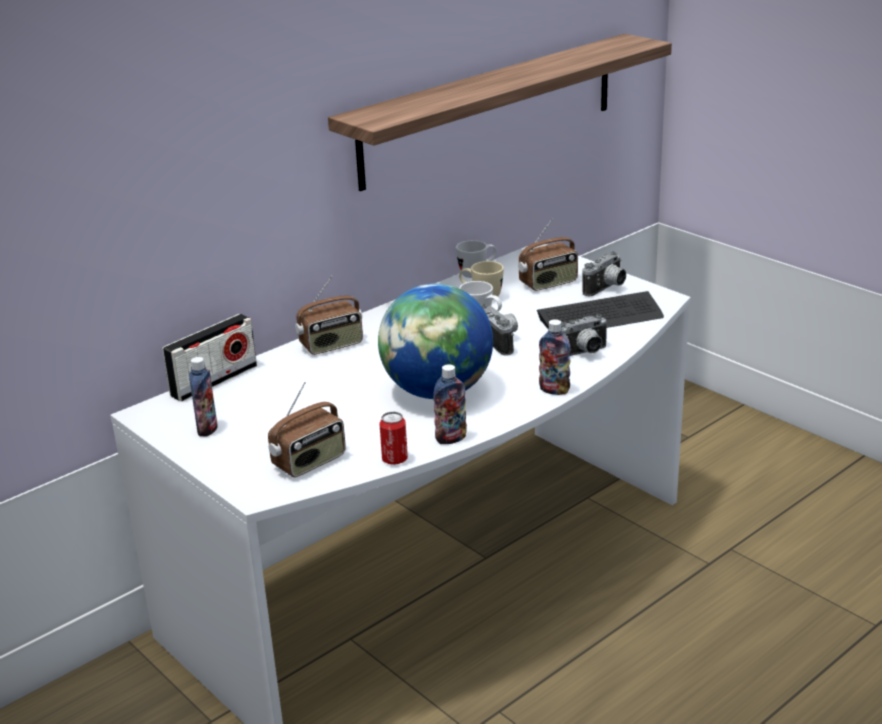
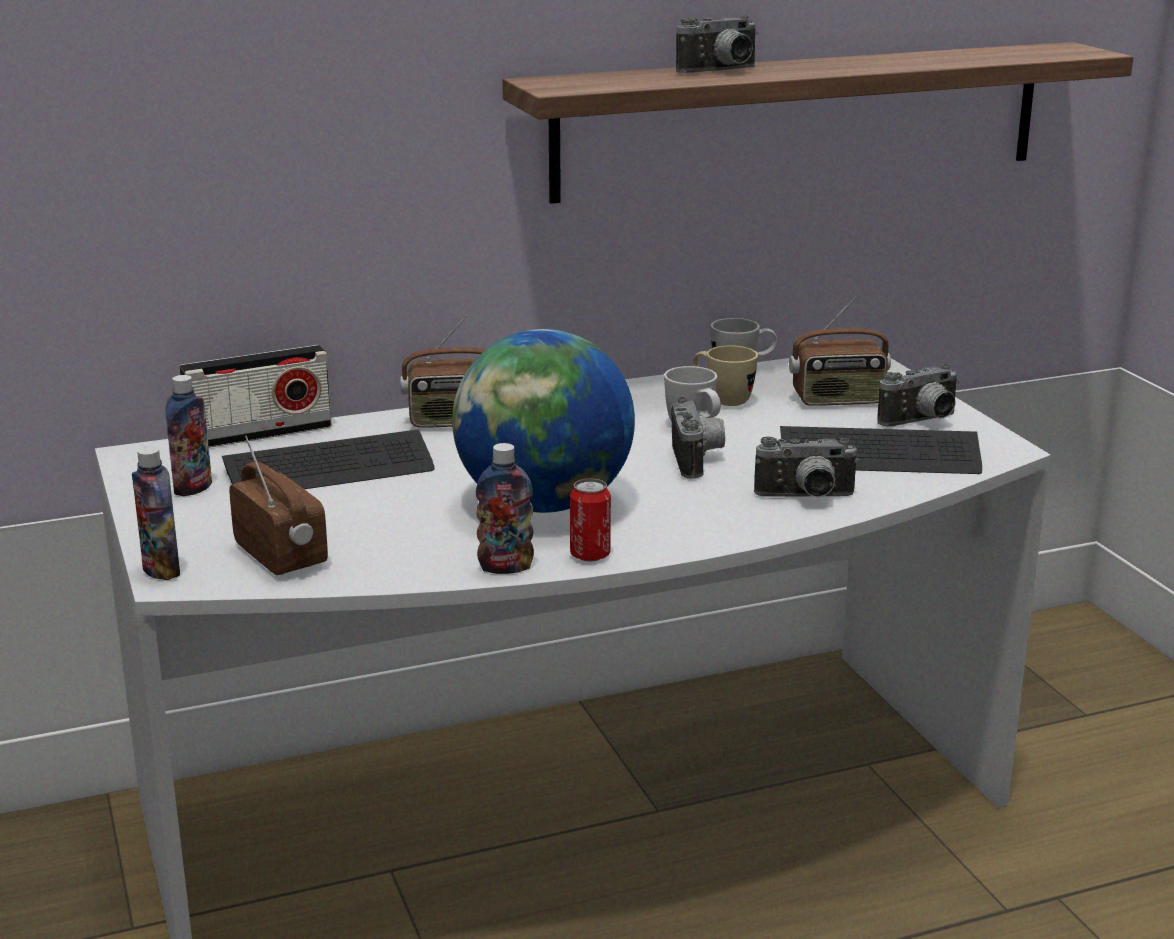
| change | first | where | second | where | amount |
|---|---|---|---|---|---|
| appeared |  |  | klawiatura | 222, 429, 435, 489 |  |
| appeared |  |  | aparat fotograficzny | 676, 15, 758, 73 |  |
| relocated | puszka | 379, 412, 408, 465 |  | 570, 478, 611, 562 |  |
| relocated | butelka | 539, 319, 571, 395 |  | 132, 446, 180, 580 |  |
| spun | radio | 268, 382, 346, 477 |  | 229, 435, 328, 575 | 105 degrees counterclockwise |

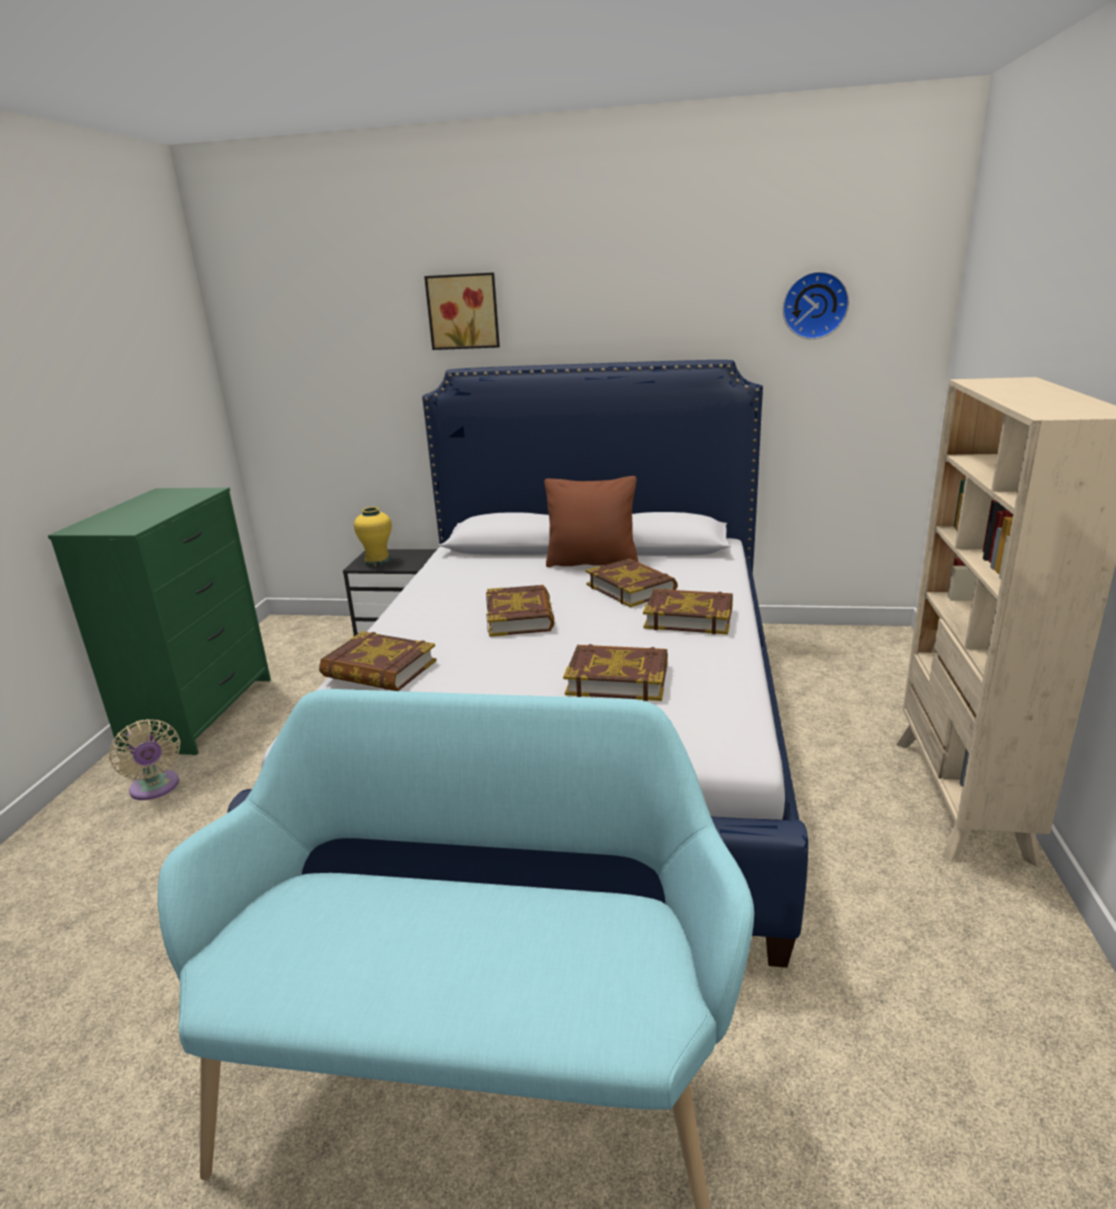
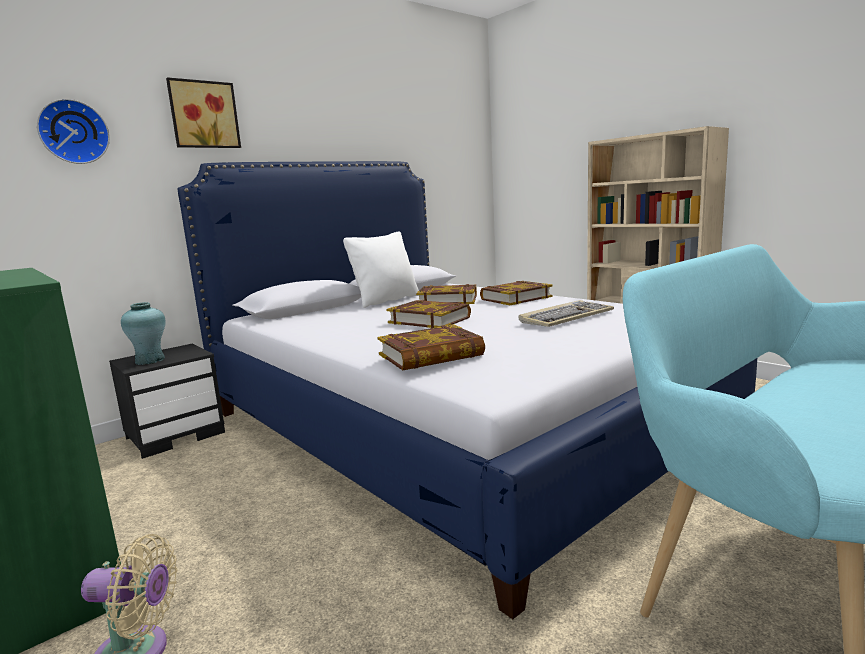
| change | first | where | second | where | amount |
|---|---|---|---|---|---|
| relocated | zegar ścienny | 783, 271, 849, 339 |  | 37, 99, 110, 164 |  |
| exchanged | książka | 563, 644, 667, 701 | klawiatura | 518, 300, 614, 327 |  |
| colour | wazon [żółty] | 354, 507, 392, 566 | wazon [turkusowy] | 121, 302, 166, 365 |  |
| colour | poduszka [brązowy] | 544, 476, 638, 567 | poduszka [biały] | 343, 231, 419, 308 |  |

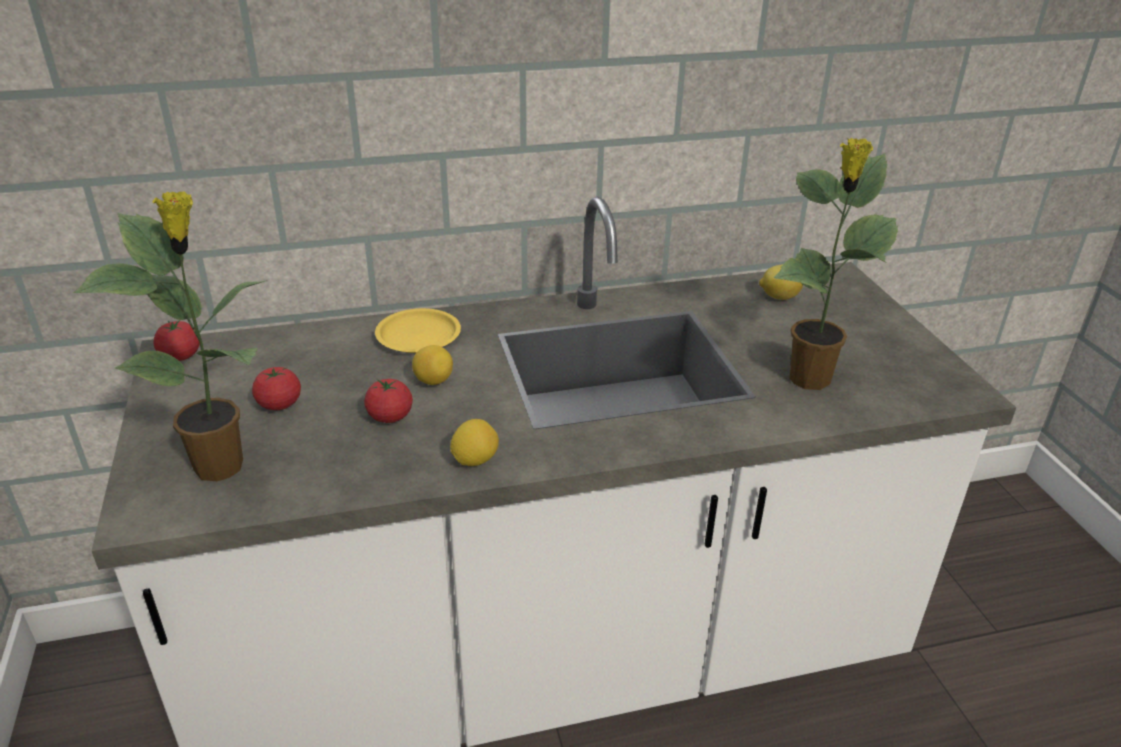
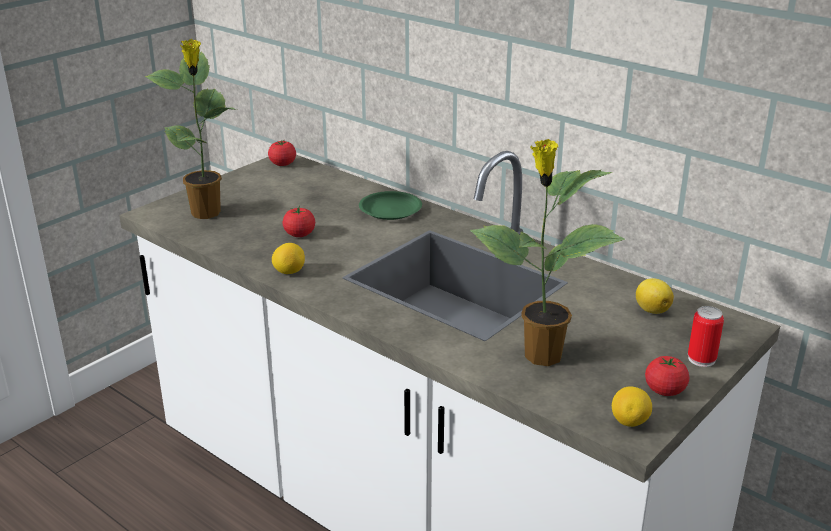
| change | first | where | second | where | amount |
|---|---|---|---|---|---|
| appeared |  |  | puszka | 688, 306, 724, 367 |  |
| relocated | pomidor | 252, 367, 301, 410 |  | 645, 356, 689, 396 |  |
| relocated | cytryna | 412, 345, 453, 385 |  | 612, 387, 652, 427 |  |
| colour | talerz [żółty] | 375, 308, 461, 353 | talerz [zielony] | 359, 191, 422, 220 |  |

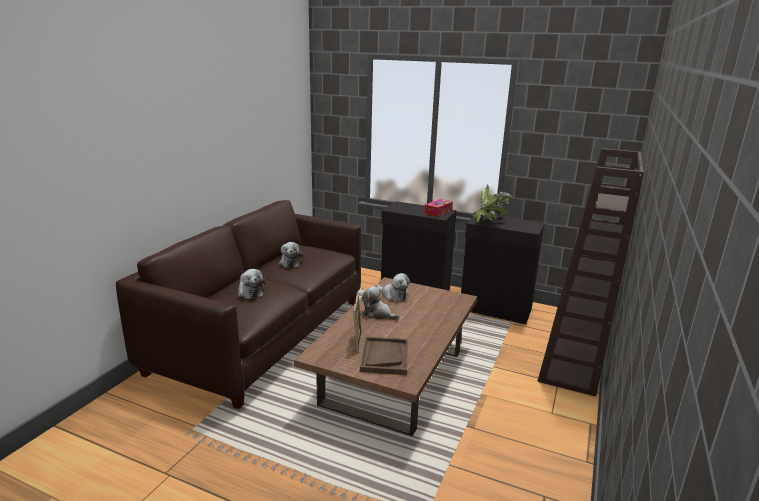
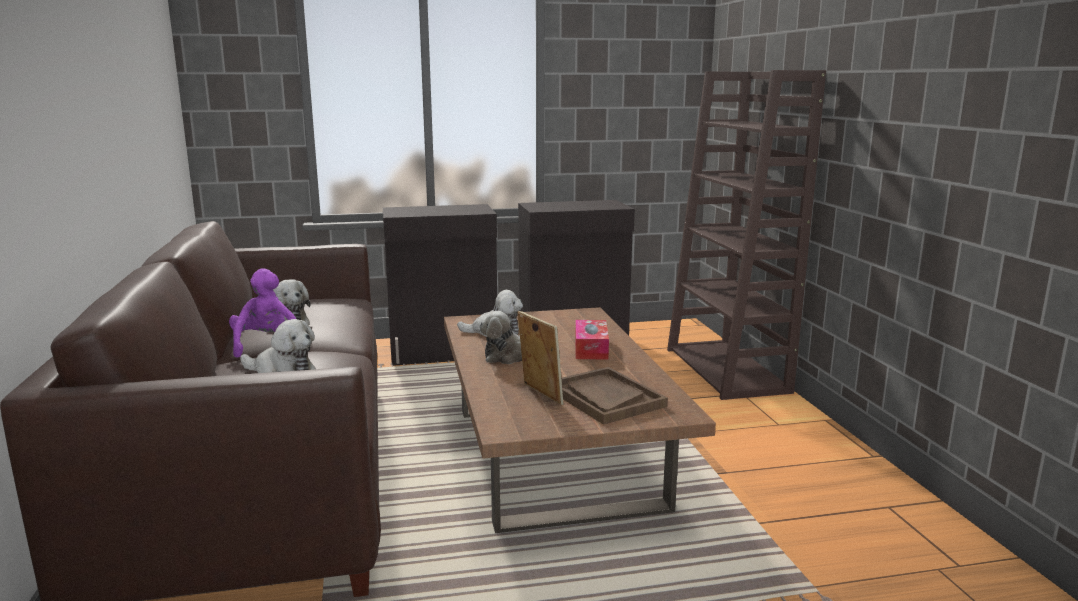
| change | first | where | second | where | amount |
|---|---|---|---|---|---|
| missing | roślina doniczkowa | 472, 185, 512, 222 |  |  |  |
| appeared |  |  | pluszak [fioletowy] | 229, 268, 296, 358 |  |
| relocated | pudełko chusteczek | 424, 199, 453, 217 |  | 575, 320, 609, 360 |  |

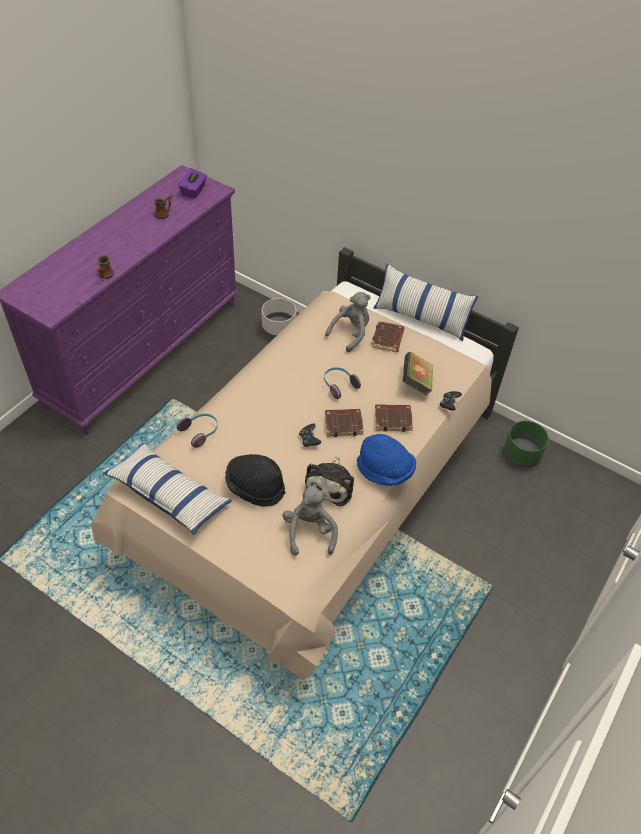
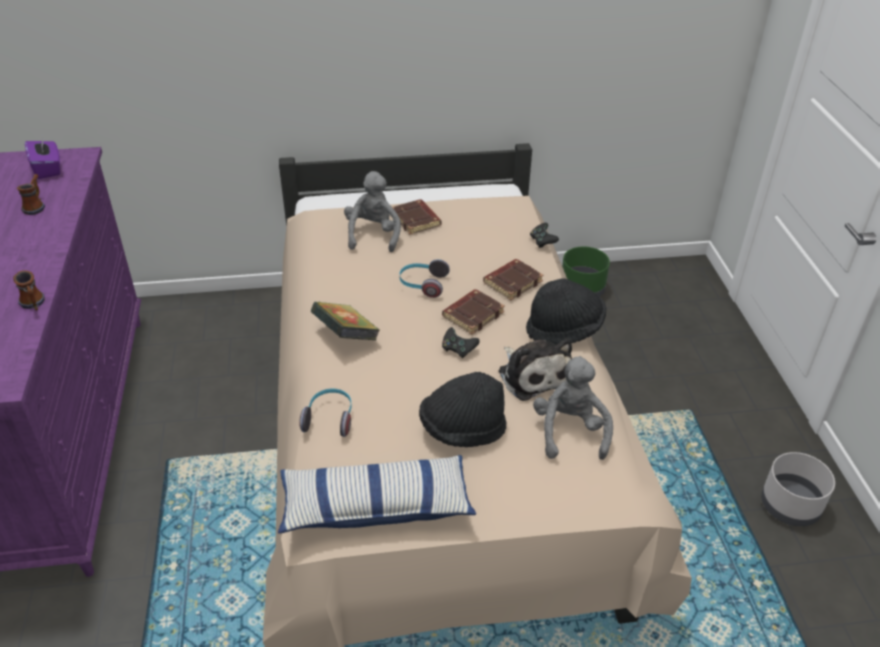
| change | first | where | second | where | amount |
|---|---|---|---|---|---|
| missing | poduszka | 374, 263, 478, 341 |  |  |  |
| relocated | donica [szary] | 262, 298, 296, 339 |  | 761, 452, 835, 526 |  |
| relocated | książka | 403, 352, 433, 396 |  | 311, 302, 380, 340 |  |
| colour | kapelusz [niebieski] | 357, 434, 416, 486 | kapelusz [czarny] | 526, 278, 607, 345 |  |
| spun | pluszak [szary] | 283, 484, 338, 556 |  | 533, 356, 613, 460 | 45 degrees clockwise |

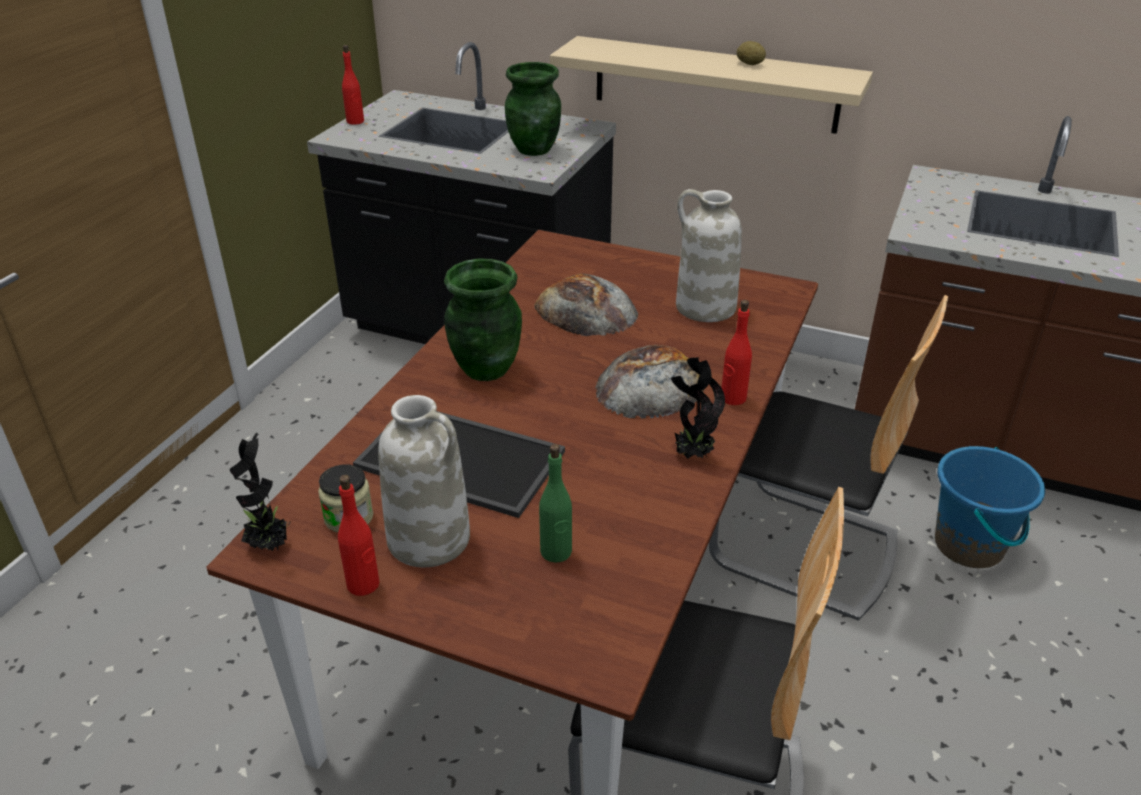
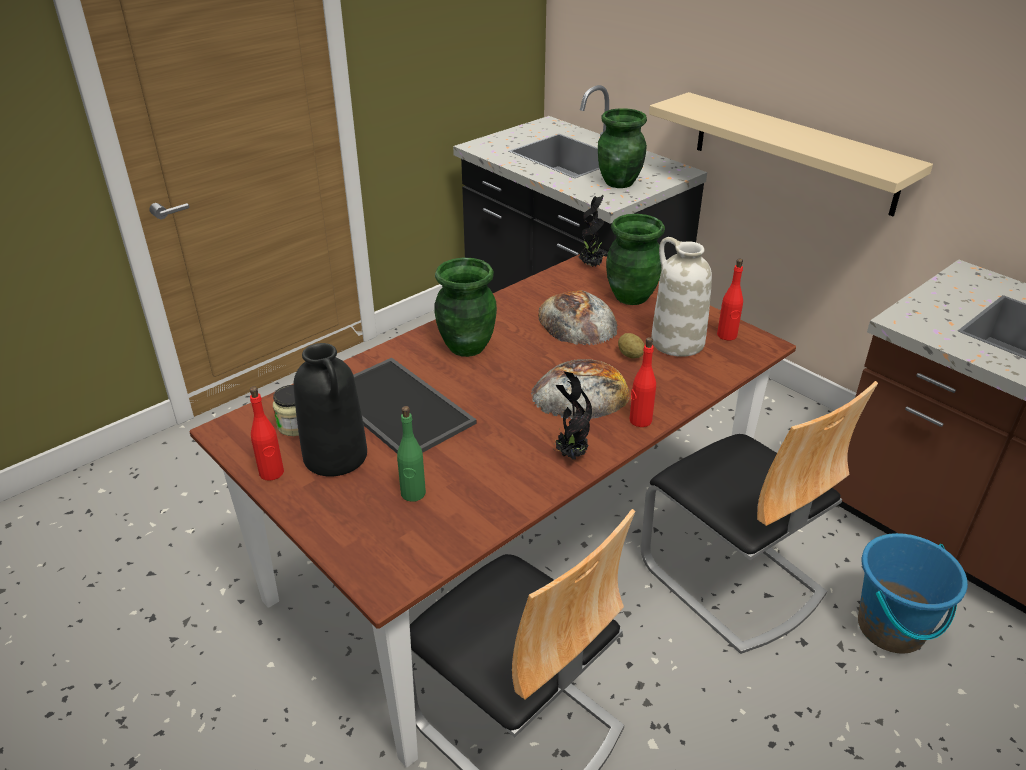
| change | first | where | second | where | amount |
|---|---|---|---|---|---|
| appeared |  |  | wazon [zielony] | 606, 214, 665, 305 |  |
| relocated | roślina doniczkowa | 230, 432, 291, 551 |  | 578, 195, 606, 267 |  |
| relocated | butelka [czerwony] | 342, 45, 364, 125 |  | 717, 259, 743, 340 |  |
| relocated | ziemniak | 736, 41, 766, 65 |  | 618, 333, 644, 358 |  |
| colour | wazon [biały] | 378, 395, 470, 567 | wazon [czarny] | 293, 343, 367, 477 |  |

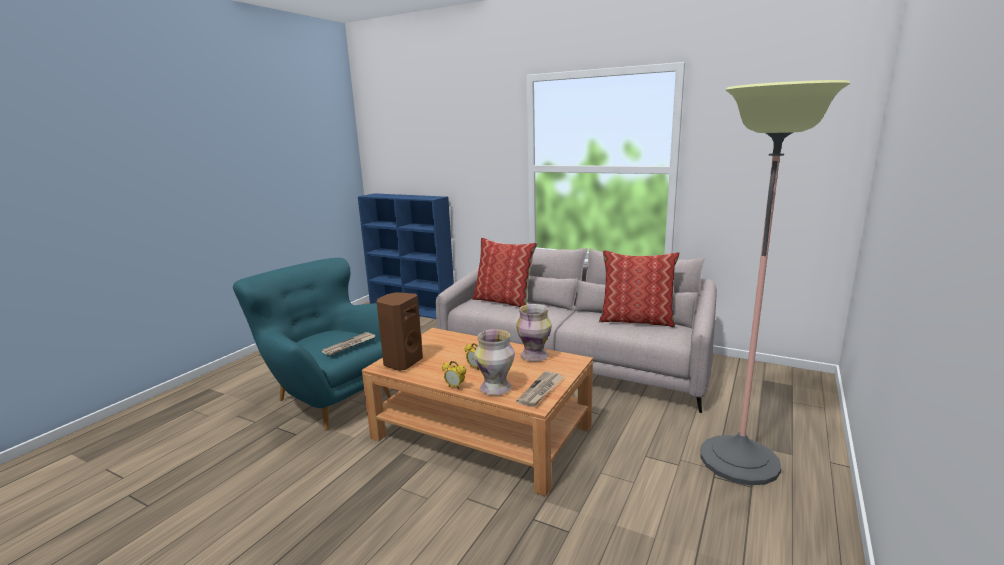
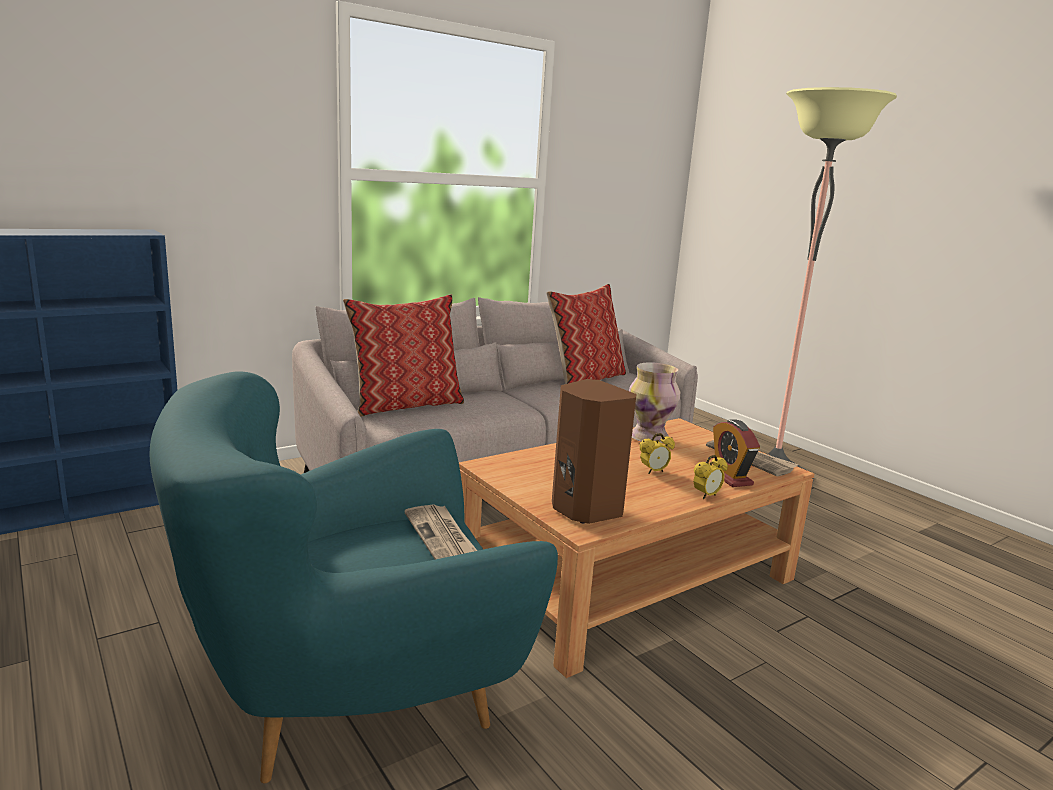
| change | first | where | second | where | amount |
|---|---|---|---|---|---|
| exchanged | wazon | 475, 329, 515, 395 | budzik | 713, 419, 760, 487 |  |

